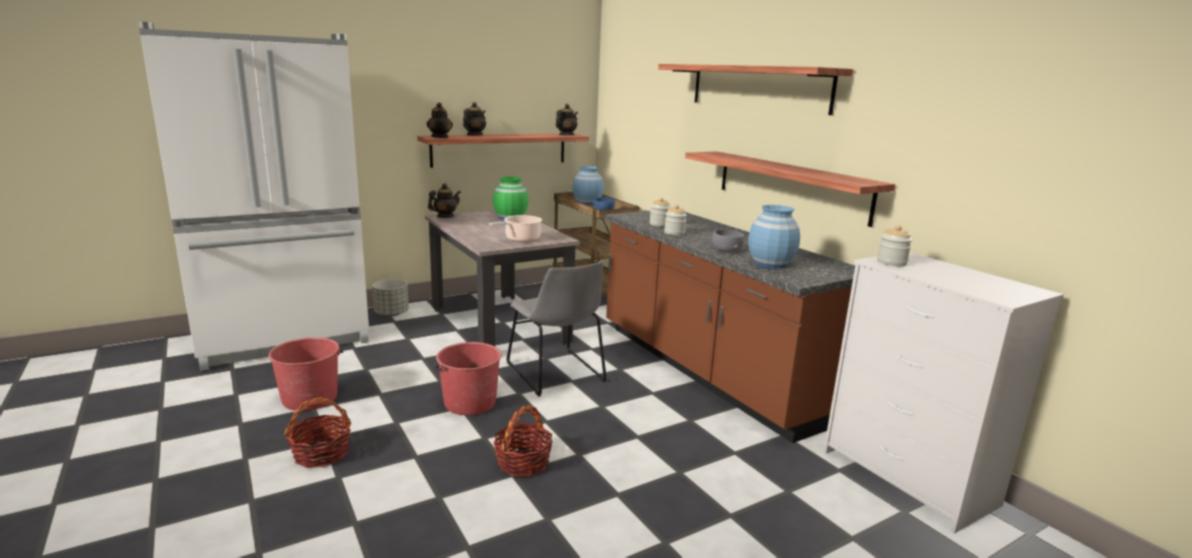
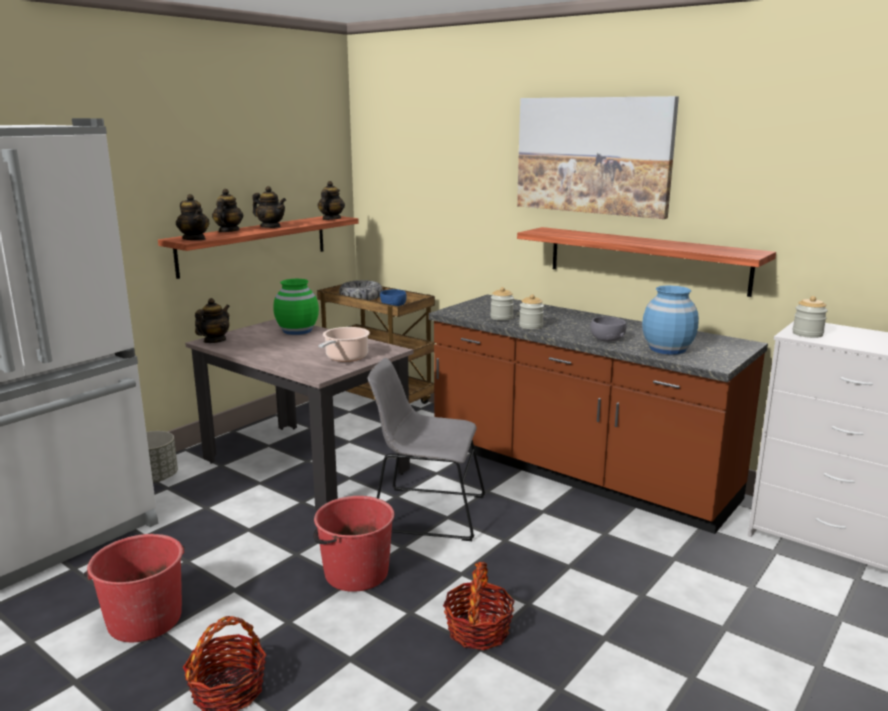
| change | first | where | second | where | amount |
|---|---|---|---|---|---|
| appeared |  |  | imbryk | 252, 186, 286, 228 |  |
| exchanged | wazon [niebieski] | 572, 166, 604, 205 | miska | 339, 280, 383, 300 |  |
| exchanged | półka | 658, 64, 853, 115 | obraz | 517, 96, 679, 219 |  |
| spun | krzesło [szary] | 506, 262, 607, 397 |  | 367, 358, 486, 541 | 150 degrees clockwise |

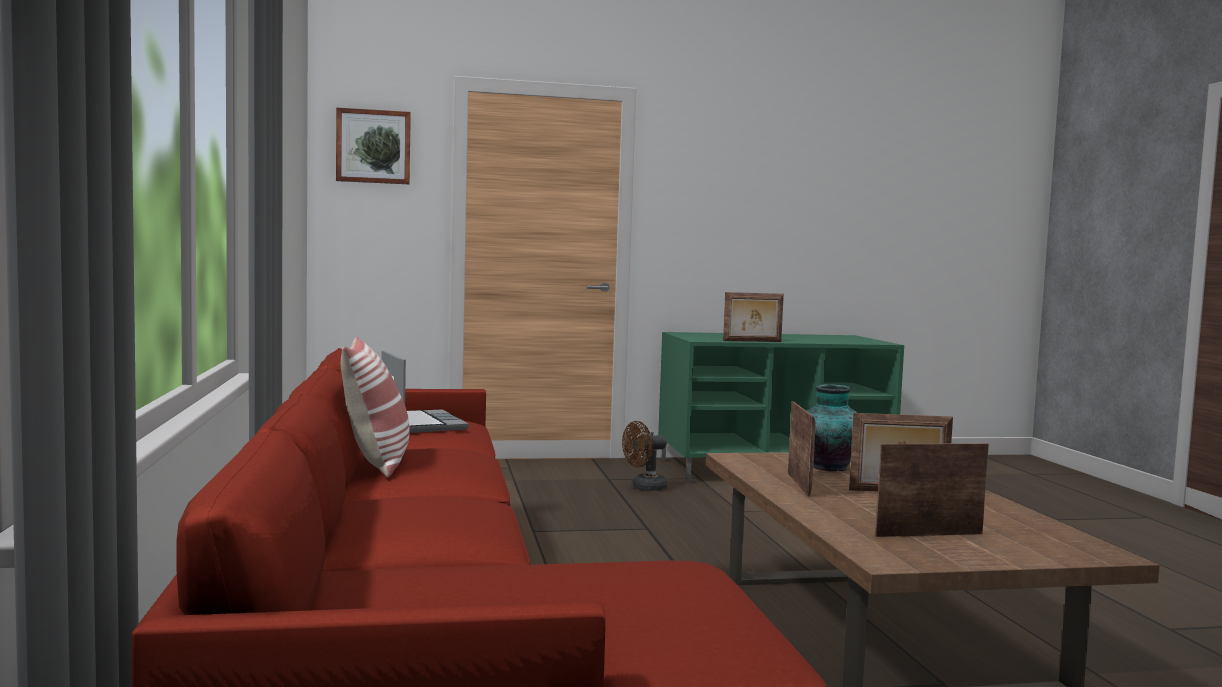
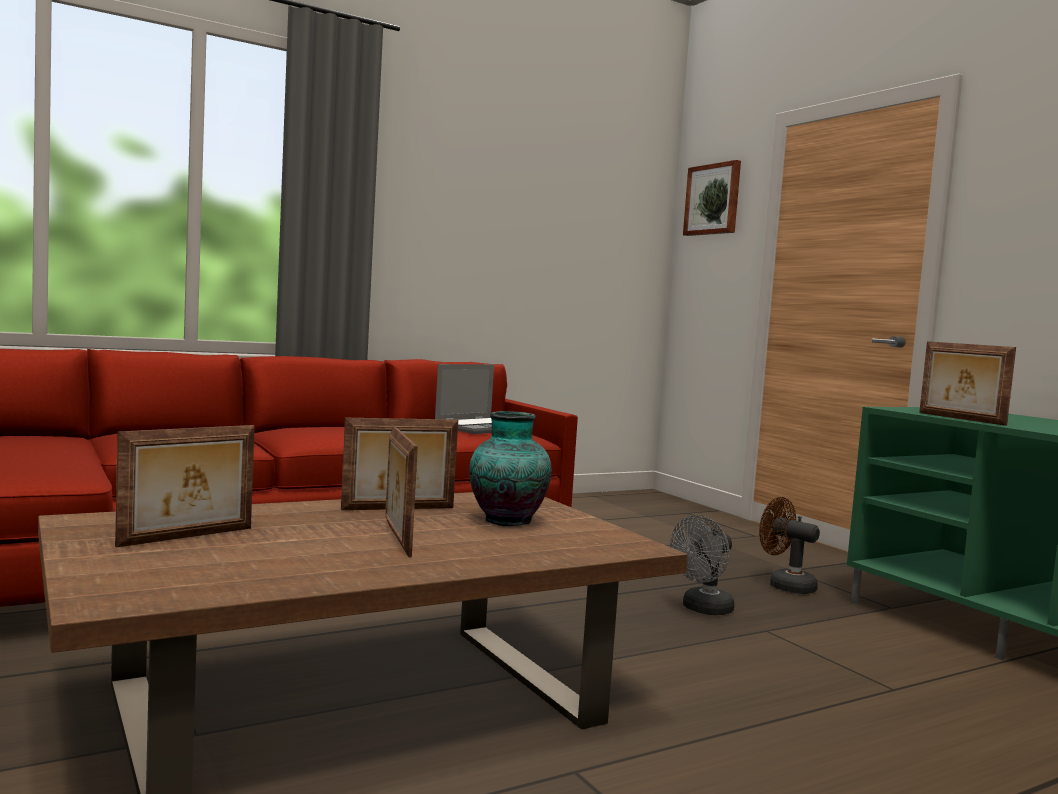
| change | first | where | second | where | amount |
|---|---|---|---|---|---|
| missing | poduszka | 341, 336, 409, 477 |  |  |  |
| appeared |  |  | wentylator [szary] | 670, 515, 735, 615 |  |
| spun | ramka na zdjęcie | 875, 443, 989, 537 |  | 115, 425, 255, 547 | 75 degrees clockwise |

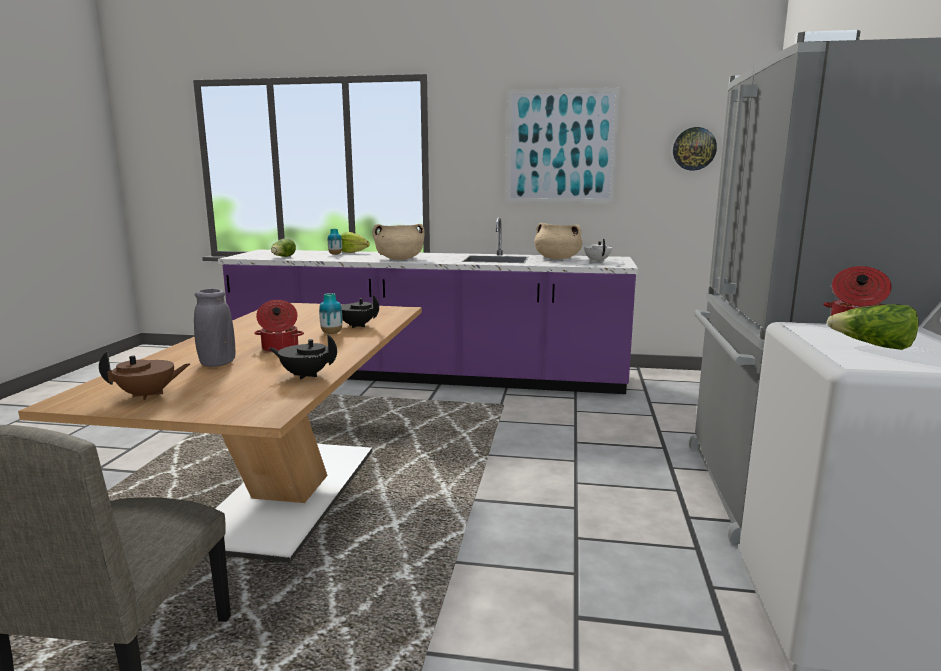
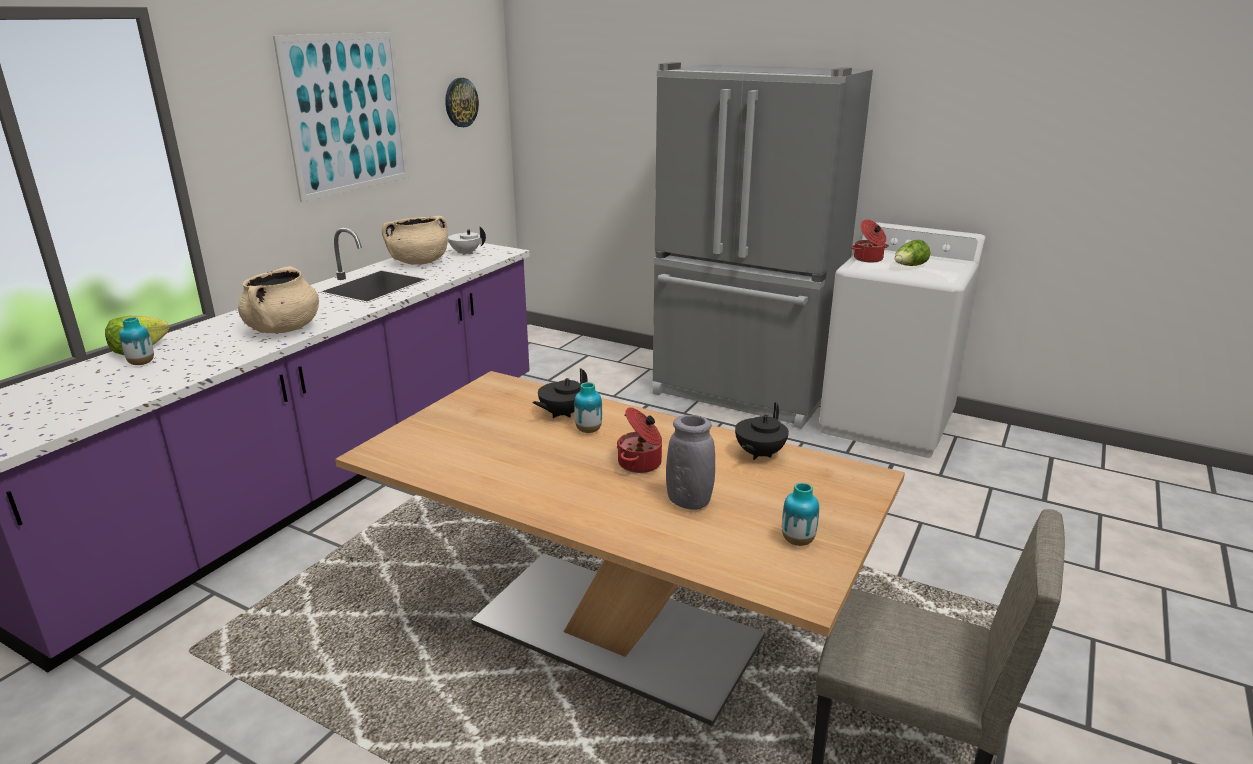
| change | first | where | second | where | amount |
|---|---|---|---|---|---|
| missing | sałata | 271, 238, 296, 257 |  |  |  |
| exchanged | imbryk [brązowy] | 99, 351, 190, 400 | wazon | 782, 482, 819, 546 |  |

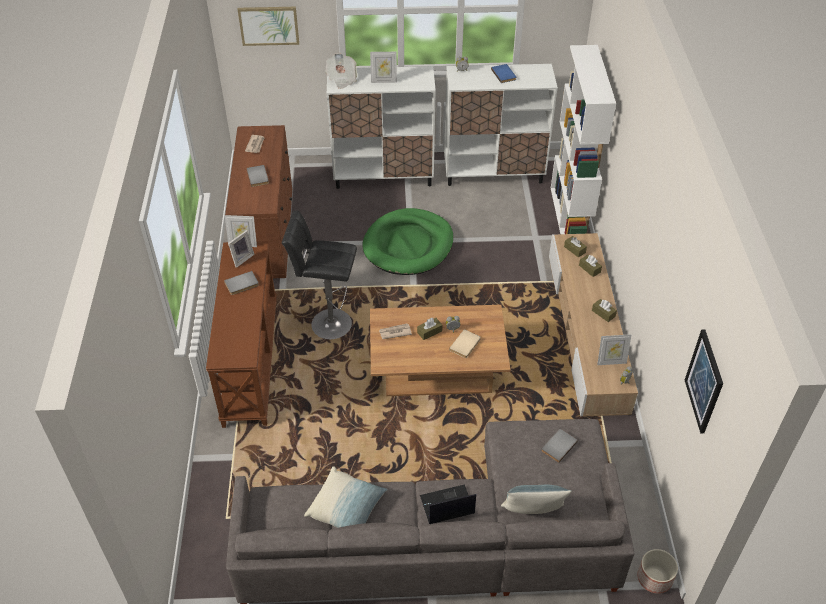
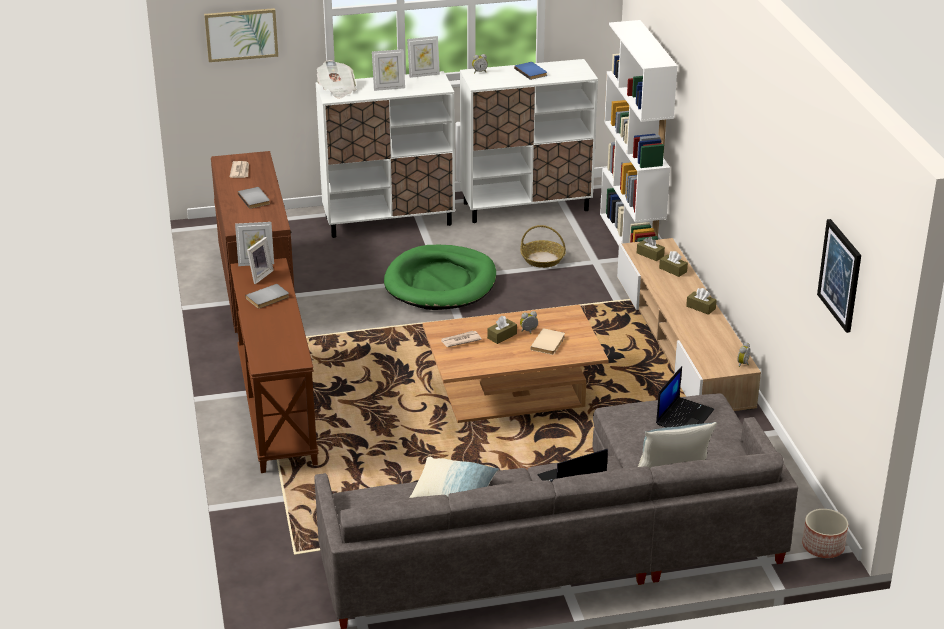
| change | first | where | second | where | amount |
|---|---|---|---|---|---|
| missing | stołek [czarny] | 282, 210, 357, 339 |  |  |  |
| appeared |  |  | koszyk | 520, 225, 566, 268 |  |
| relocated | ramka na zdjęcie | 597, 334, 631, 365 |  | 407, 36, 440, 78 |  |
| exchanged | książka [szary] | 542, 429, 578, 463 | laptop | 656, 366, 714, 427 |  |

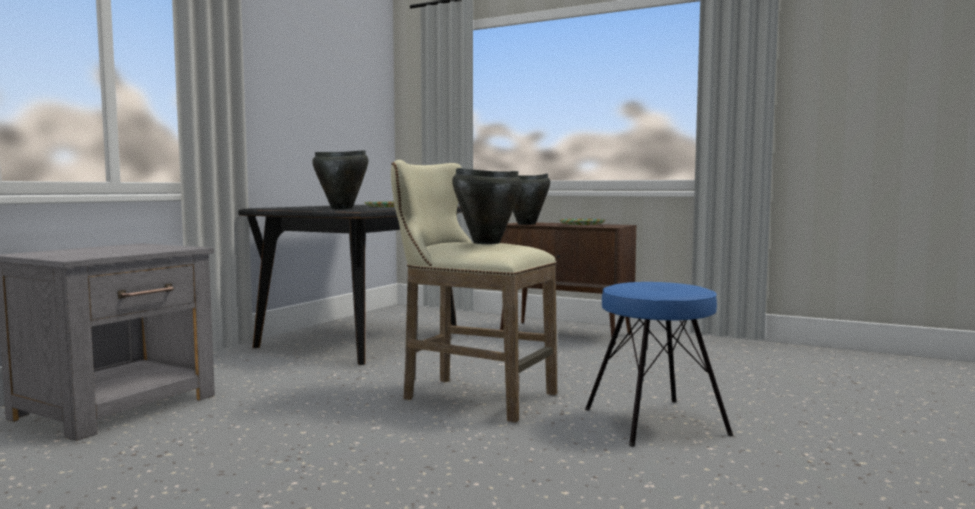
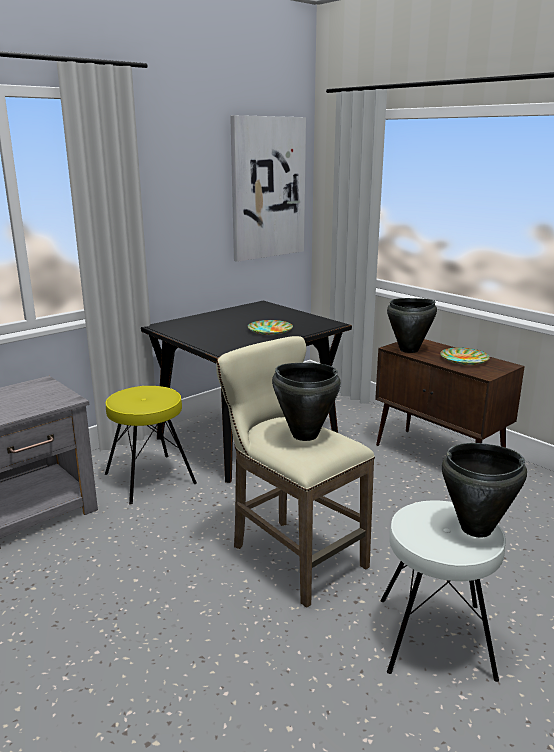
| change | first | where | second | where | amount |
|---|---|---|---|---|---|
| appeared |  |  | stołek [żółty] | 105, 386, 197, 505 |  |
| appeared |  |  | obraz | 230, 115, 306, 262 |  |
| relocated | garnek [czarny] | 312, 151, 368, 209 |  | 442, 443, 527, 537 |  |
| colour | stołek [niebieski] | 585, 282, 733, 447 | stołek [biały] | 381, 500, 506, 682 |  |

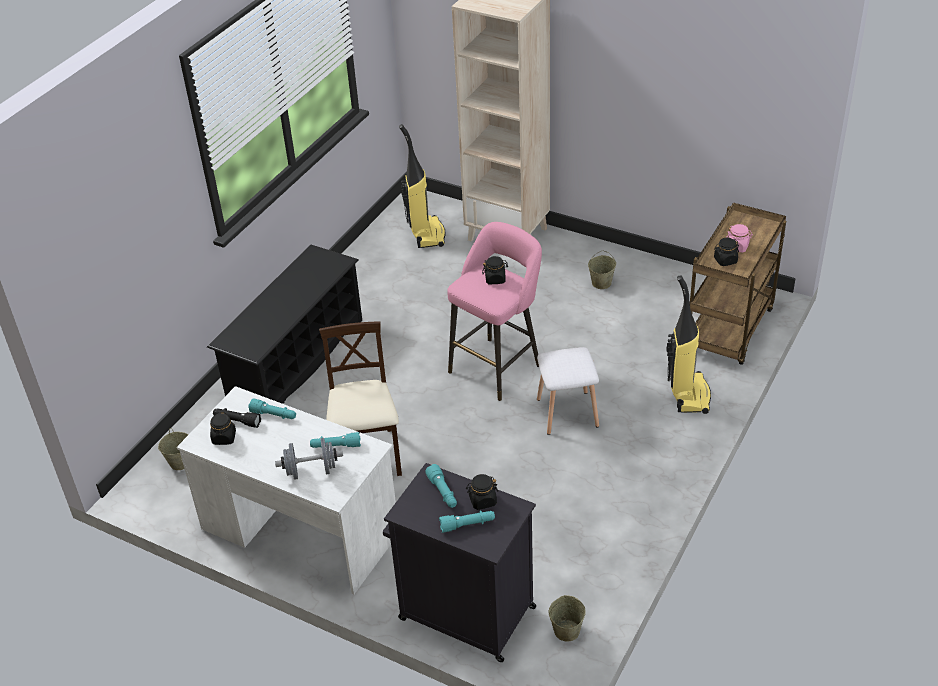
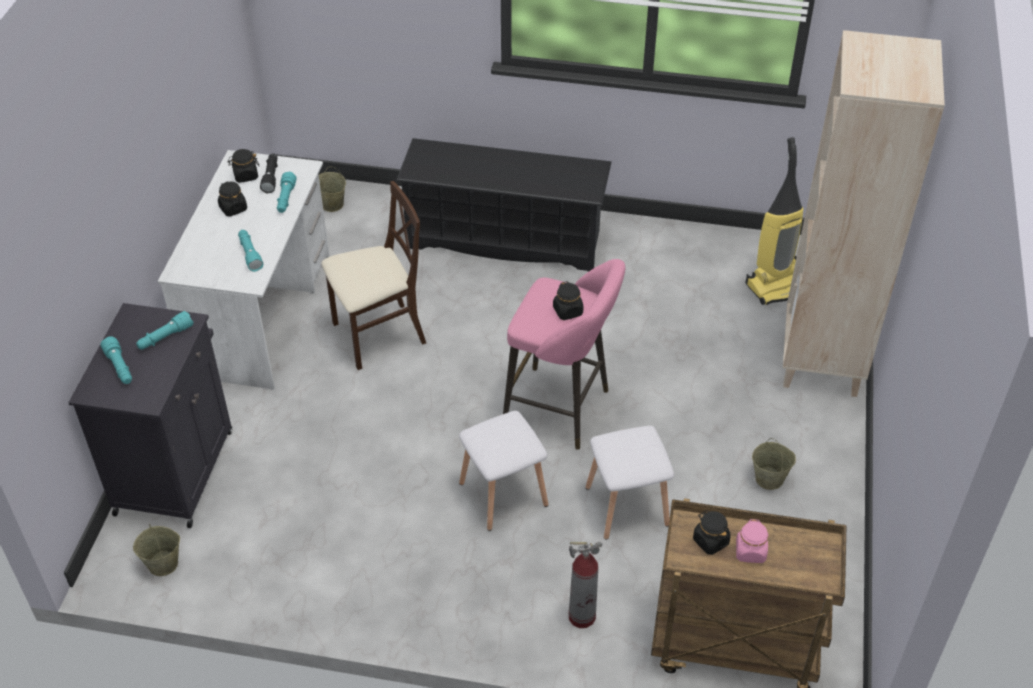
| change | first | where | second | where | amount |
|---|---|---|---|---|---|
| missing | hantel [szary] | 275, 438, 343, 480 |  |  |  |
| appeared |  |  | stołek [biały] | 586, 426, 674, 540 |  |
| relocated | słoik [czarny] | 466, 474, 498, 510 |  | 218, 181, 247, 217 |  |
| exchanged | odkurzacz | 666, 275, 711, 414 | gaśnica | 569, 542, 603, 628 |  |

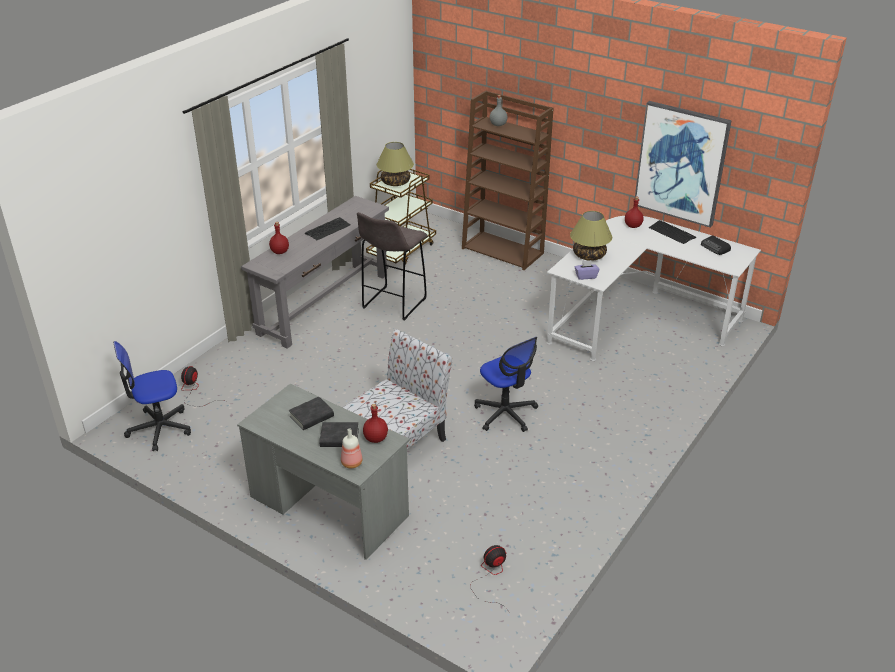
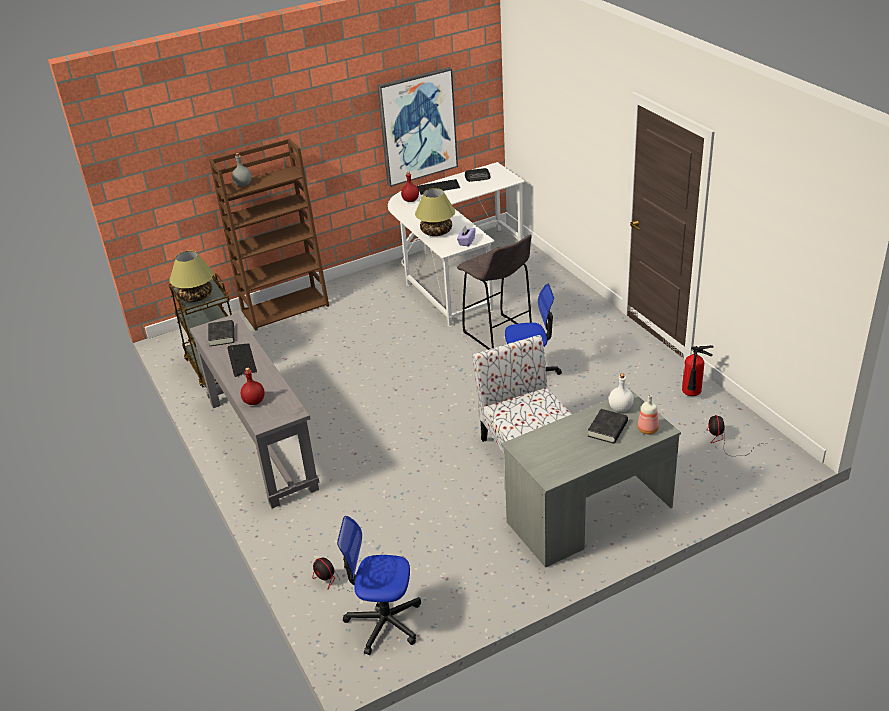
| change | first | where | second | where | amount |
|---|---|---|---|---|---|
| appeared |  |  | gaśnica | 682, 345, 714, 396 |  |
| relocated | książka [czarny] | 289, 397, 334, 430 |  | 208, 320, 234, 346 |  |
| relocated | stołek [szary] | 357, 212, 428, 321 |  | 457, 234, 532, 350 |  |
| colour | butelka [czerwony] | 363, 404, 388, 443 | butelka [biały] | 609, 373, 634, 412 |  |
| spun | krzesło biurowe | 113, 341, 191, 451 |  | 337, 516, 421, 655 | 90 degrees clockwise |

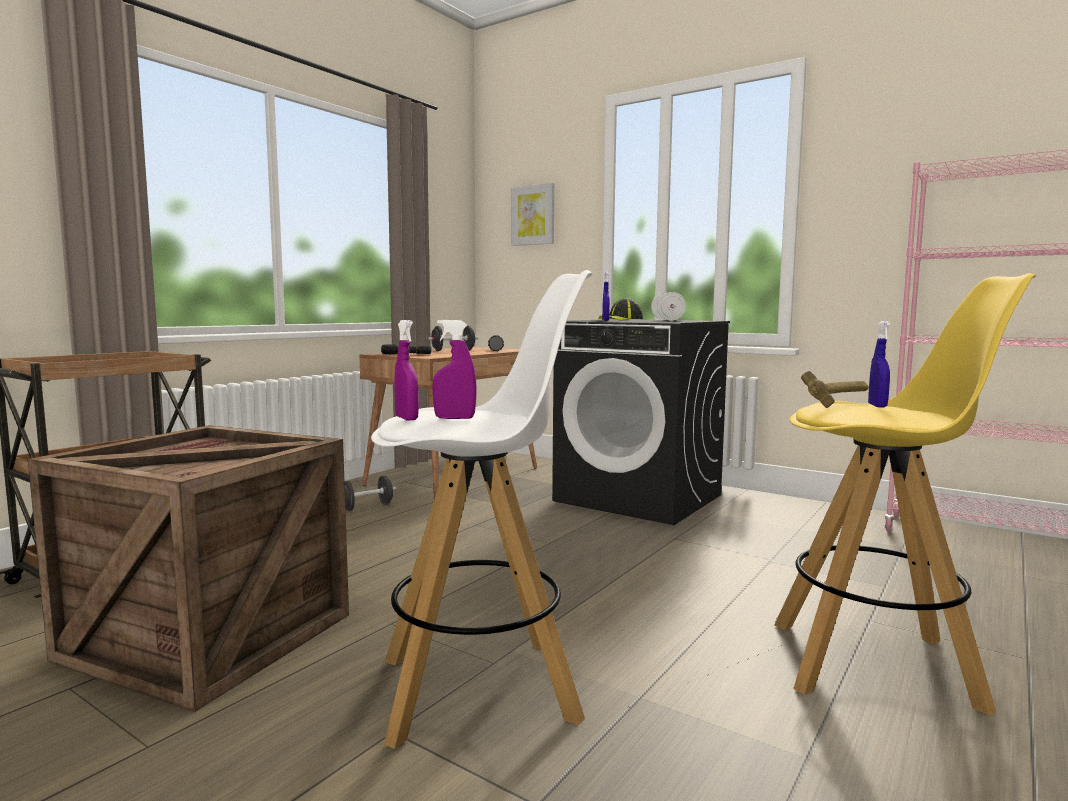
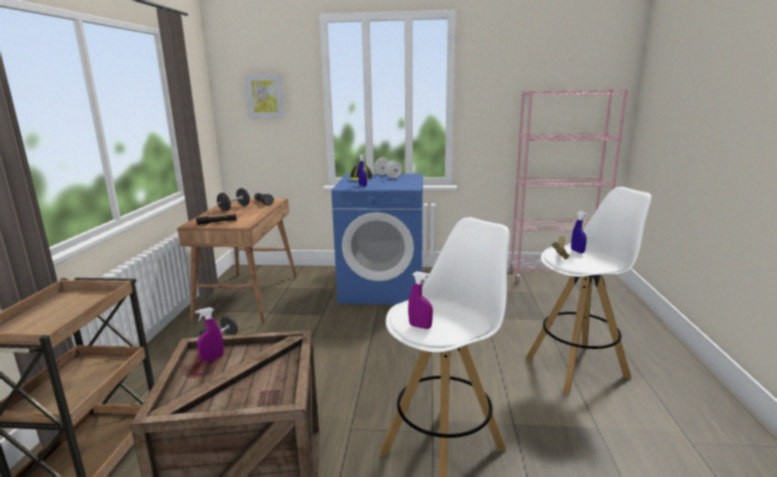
| change | first | where | second | where | amount |
|---|---|---|---|---|---|
| relocated | spryskiwacz [fioletowy] | 432, 320, 477, 419 |  | 195, 307, 224, 362 |  |
| colour | pralka [czarny] | 552, 319, 730, 525 | pralka [niebieski] | 331, 174, 423, 305 |  |
| colour | stołek [żółty] | 774, 273, 1036, 716 | stołek [biały] | 525, 187, 652, 395 |  |

